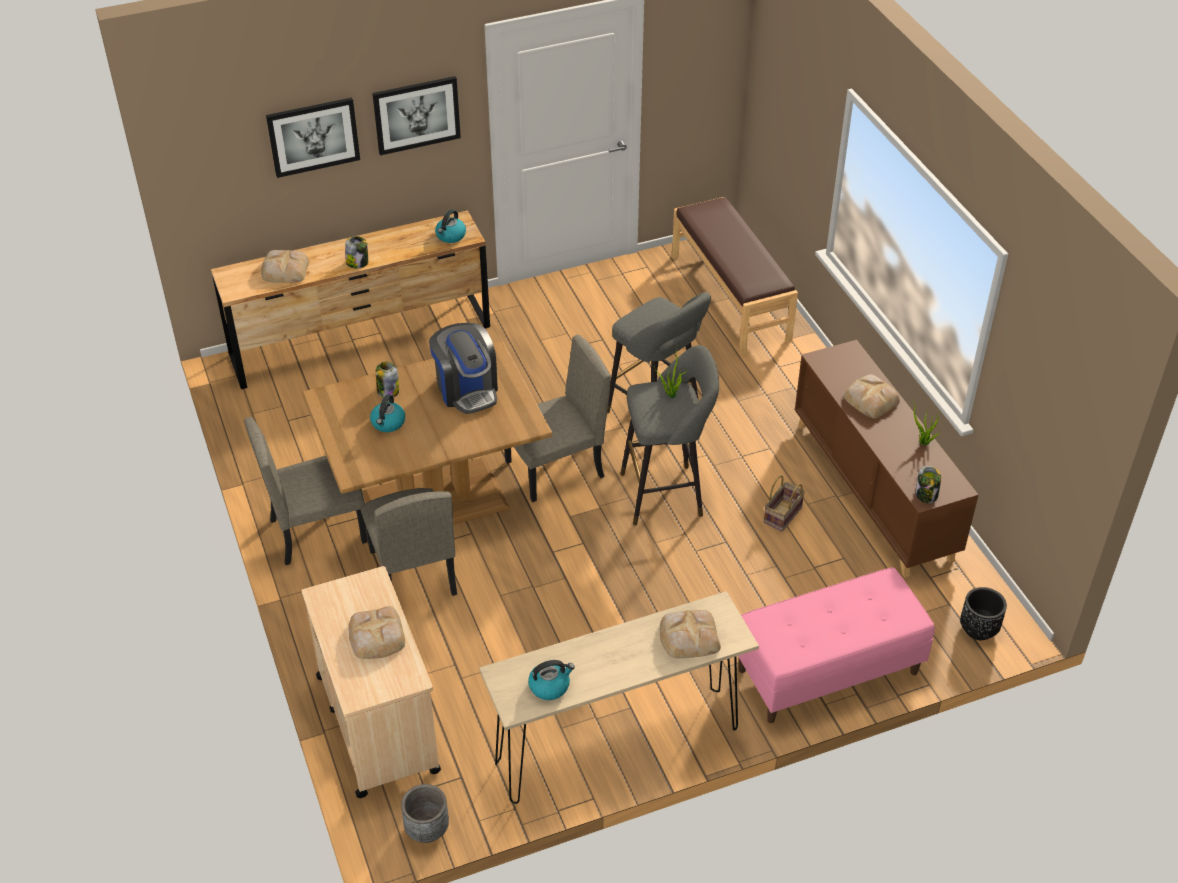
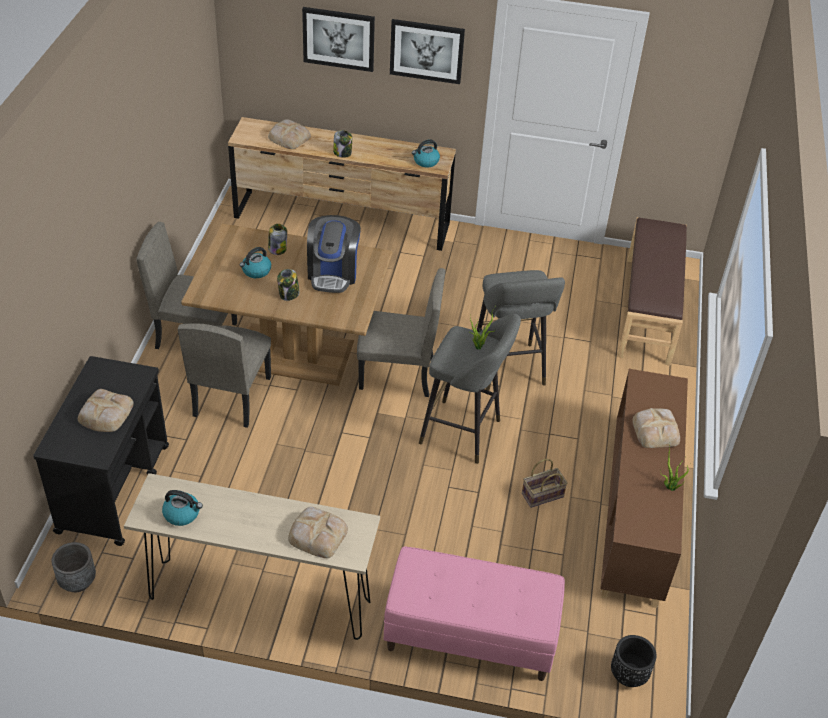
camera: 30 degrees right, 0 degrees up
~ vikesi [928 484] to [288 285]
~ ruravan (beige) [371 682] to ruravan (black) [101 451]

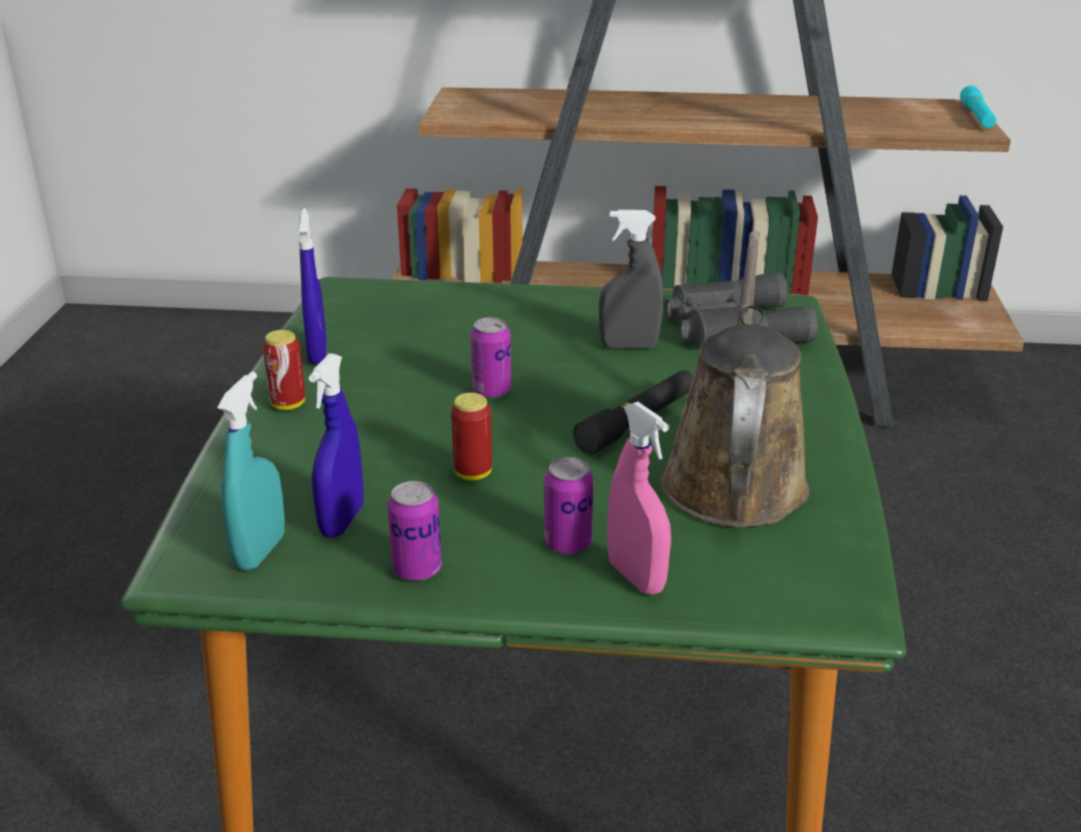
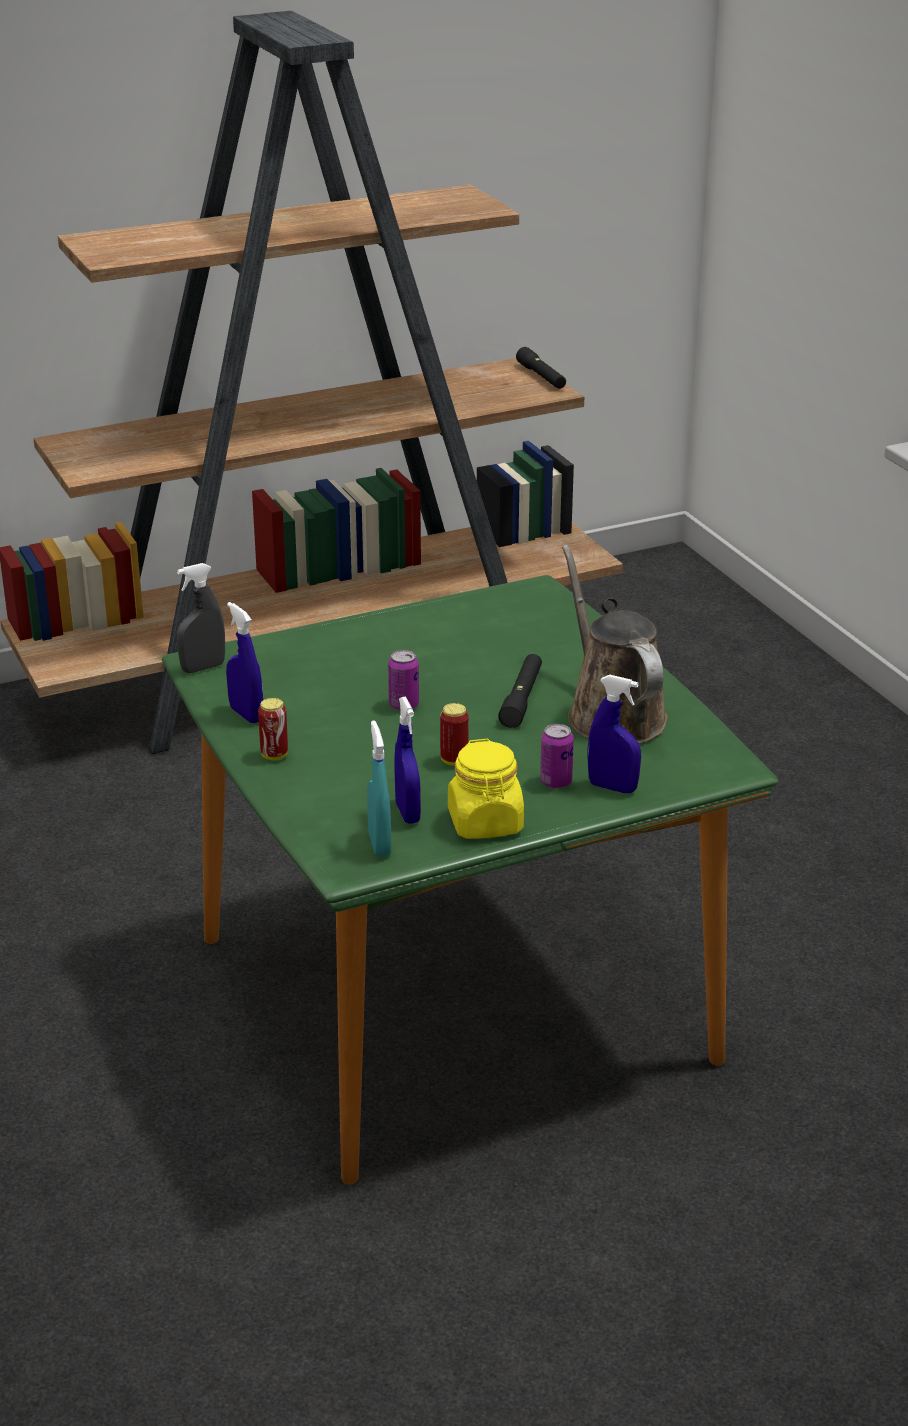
camera: 30 degrees left, 0 degrees up
~ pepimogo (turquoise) [978 106] to pepimogo (black) [541 368]
~ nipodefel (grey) [631 279] to [201 618]
- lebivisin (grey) [741 309]
~ nipodefel (pink) [639 498] to nipodefel (blue) [614 734]
~ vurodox [414 531] to vikesi (yellow) [486 789]

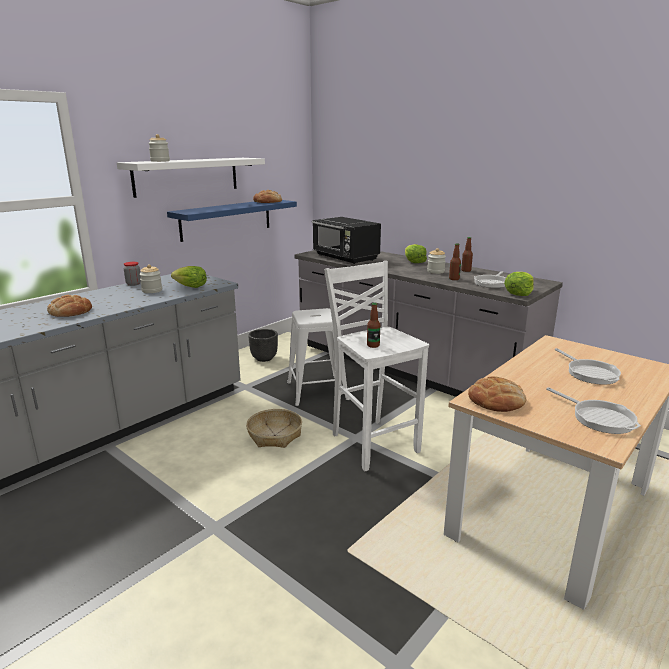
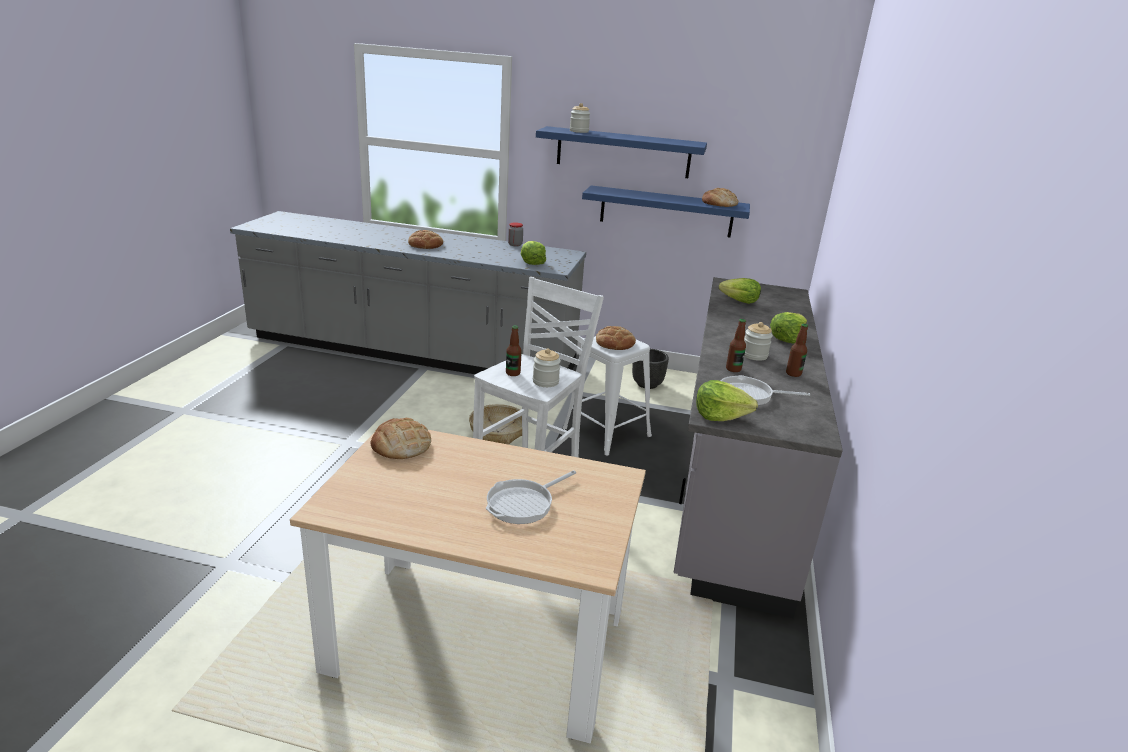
camera: 60 degrees right, 5 degrees up
~ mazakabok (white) [191 178] to mazakabok (blue) [621 152]
~ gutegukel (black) [346 240] to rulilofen [740 291]
~ vikesi [150 278] to [547 367]
- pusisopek [593 410]
+ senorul [616 338]

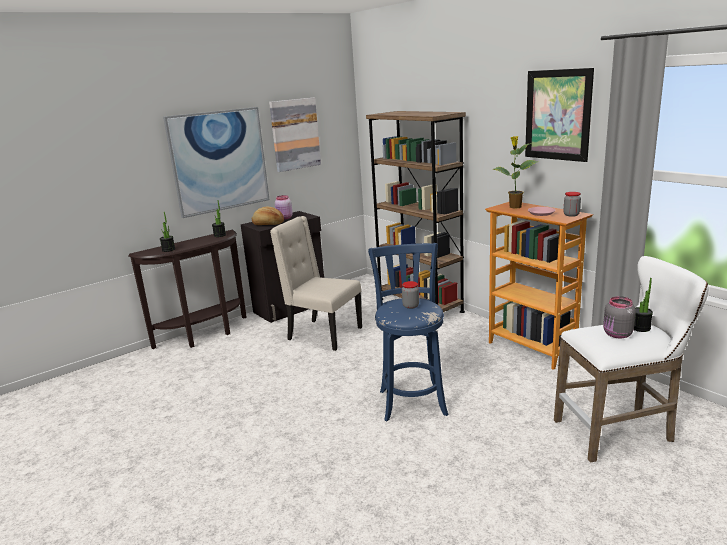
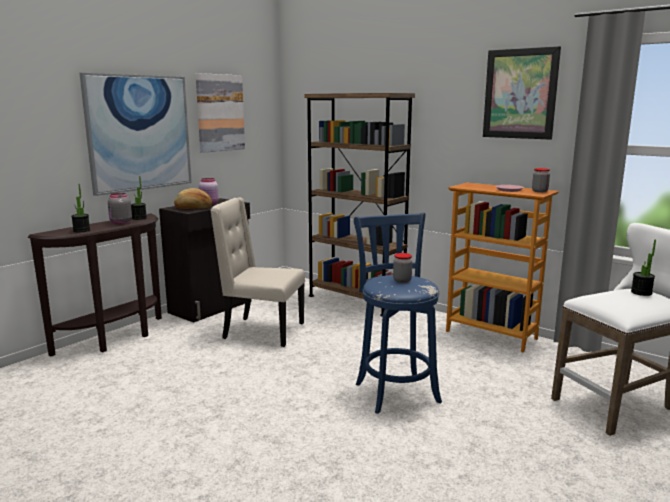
camera: 15 degrees left, 5 degrees down
- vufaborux [514 172]
~ vikesi (grey) [619 317] to [120 208]

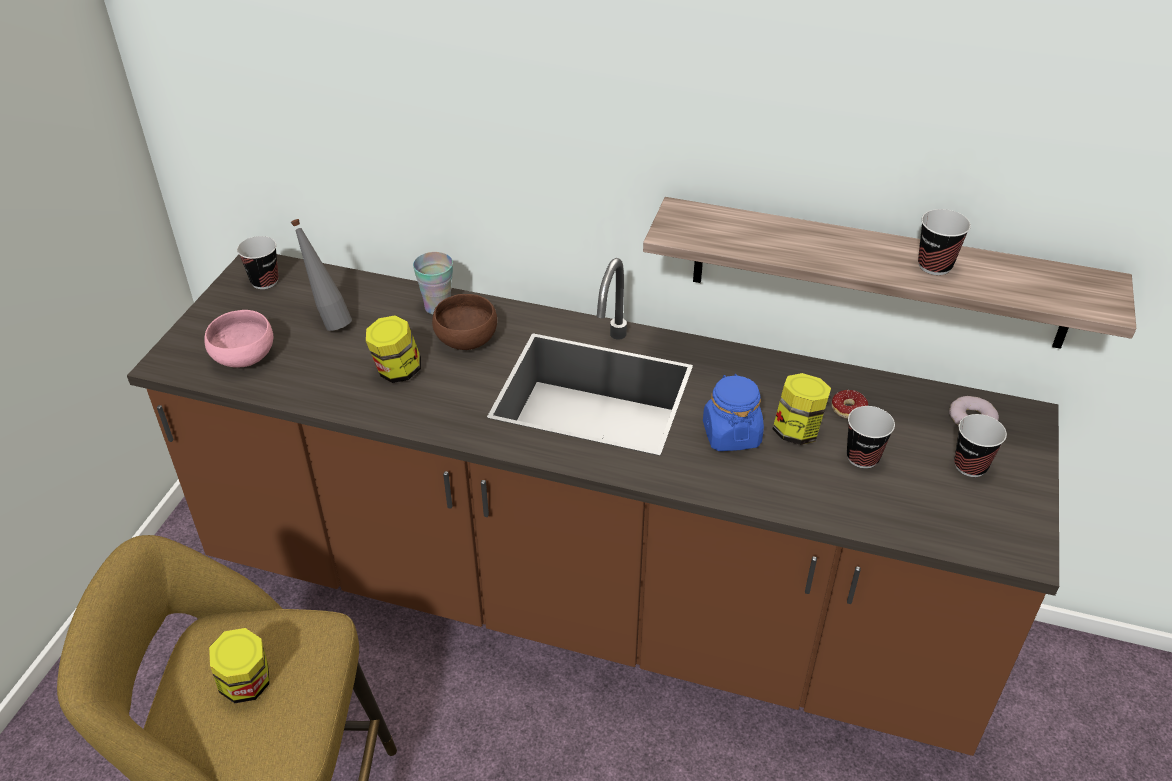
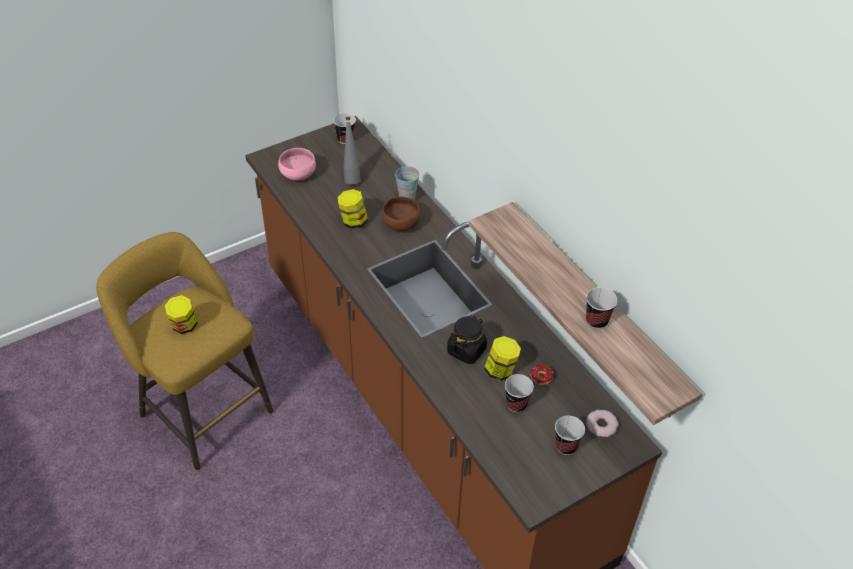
camera: 40 degrees right, 5 degrees up
~ vikesi (blue) [733 412] to vikesi (black) [467 340]

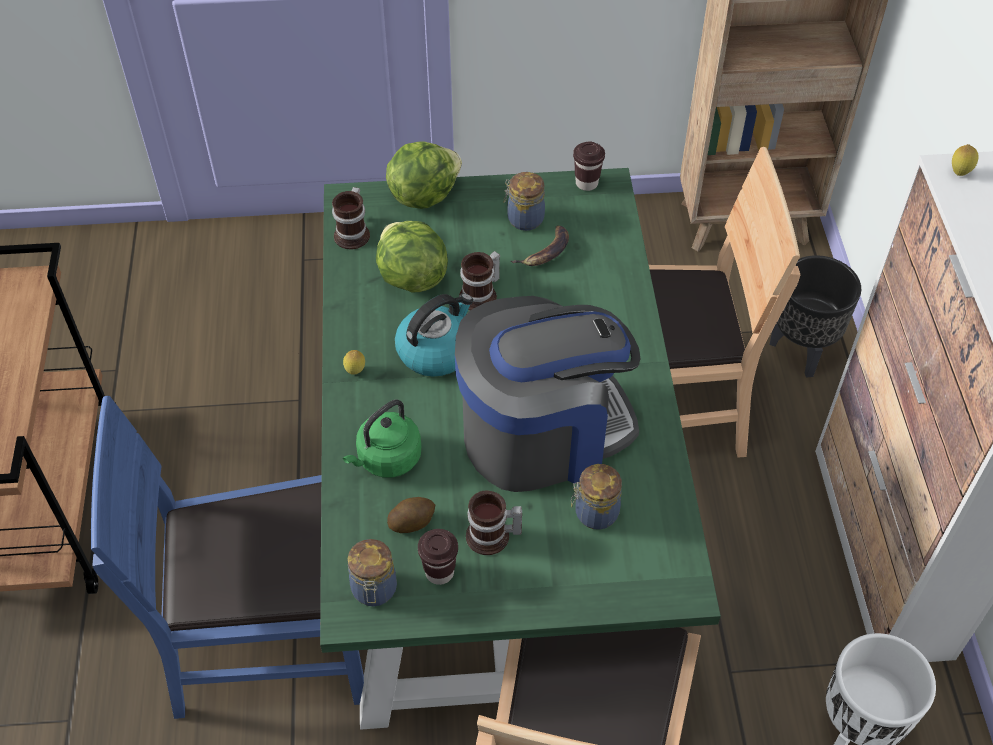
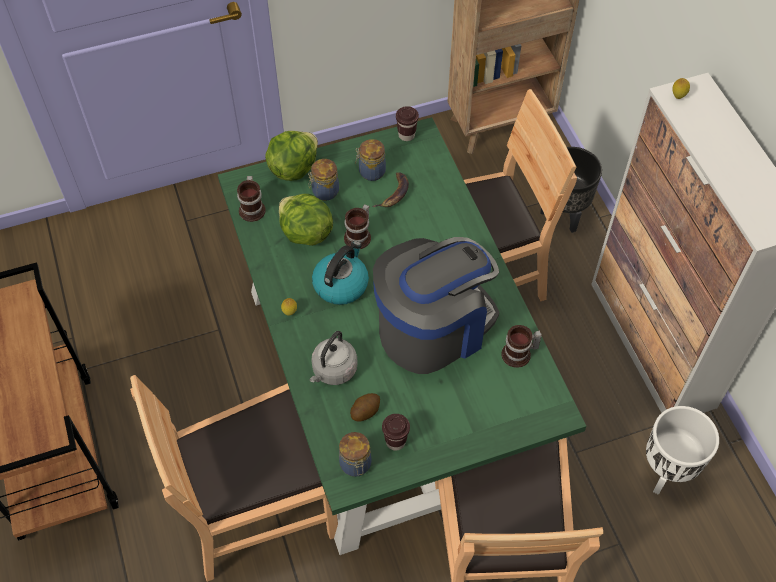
camera: 15 degrees left, 5 degrees up
~ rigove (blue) [227 557] to rigove (brown) [234 478]
~ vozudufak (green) [382 438] to vozudufak (grey) [333 358]
~ vikesi [596 497] to [323 180]
~ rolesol [494 522] to [521 346]

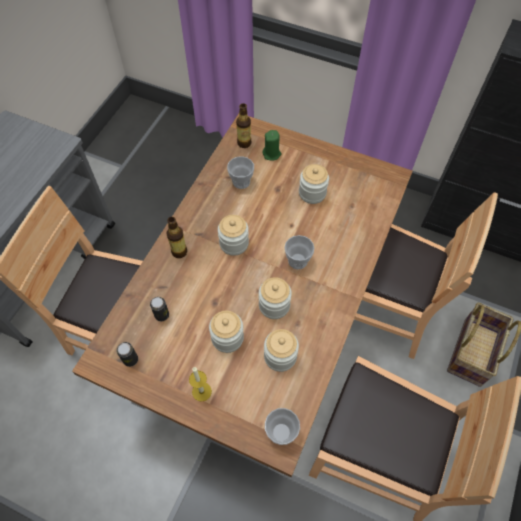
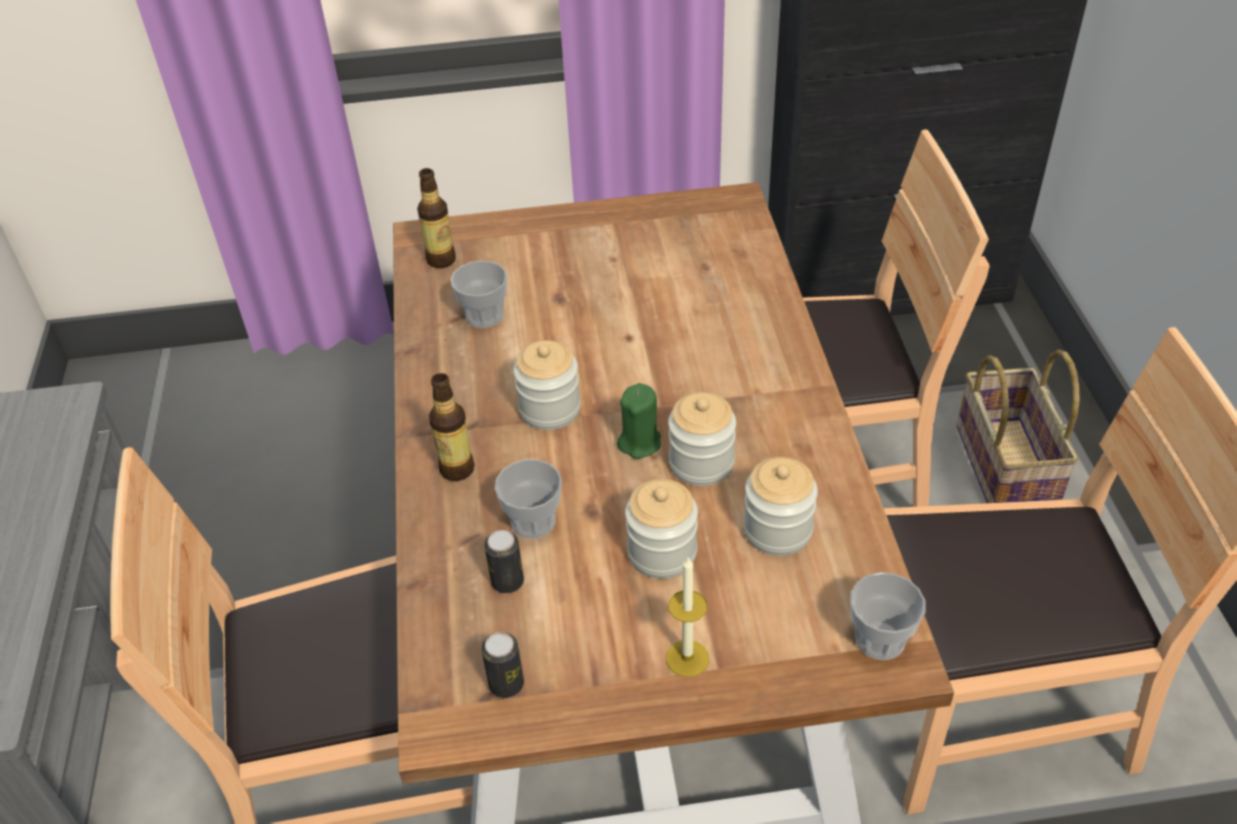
camera: 30 degrees left, 15 degrees down
~ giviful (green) [272 145] to [639 421]
- vikesi [314 184]
~ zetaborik [299 252] to [528 499]

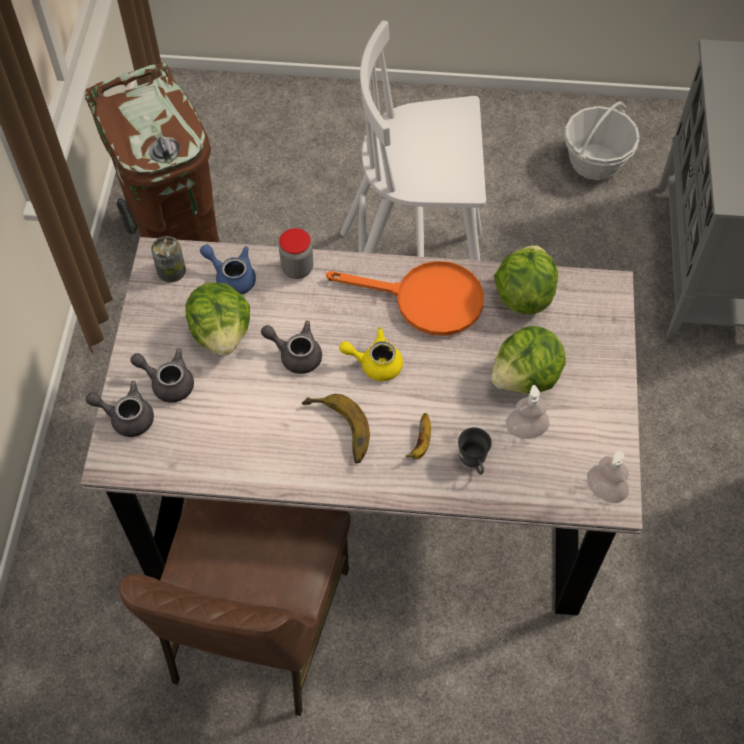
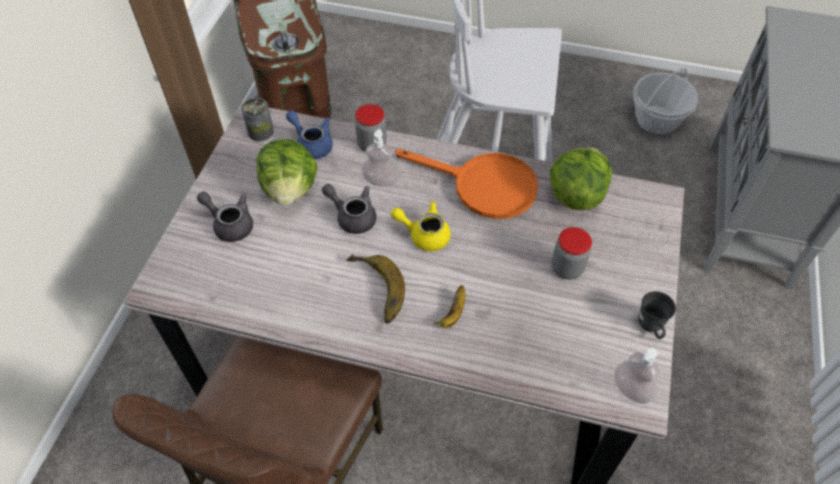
camera: 10 degrees right, 5 degrees down
~ rulilofen [528 360] to vikesi [571 253]
- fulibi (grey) [120 409]
~ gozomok [528 412] to [380 158]
~ rolesol (grey) [475 451] to [657 315]

